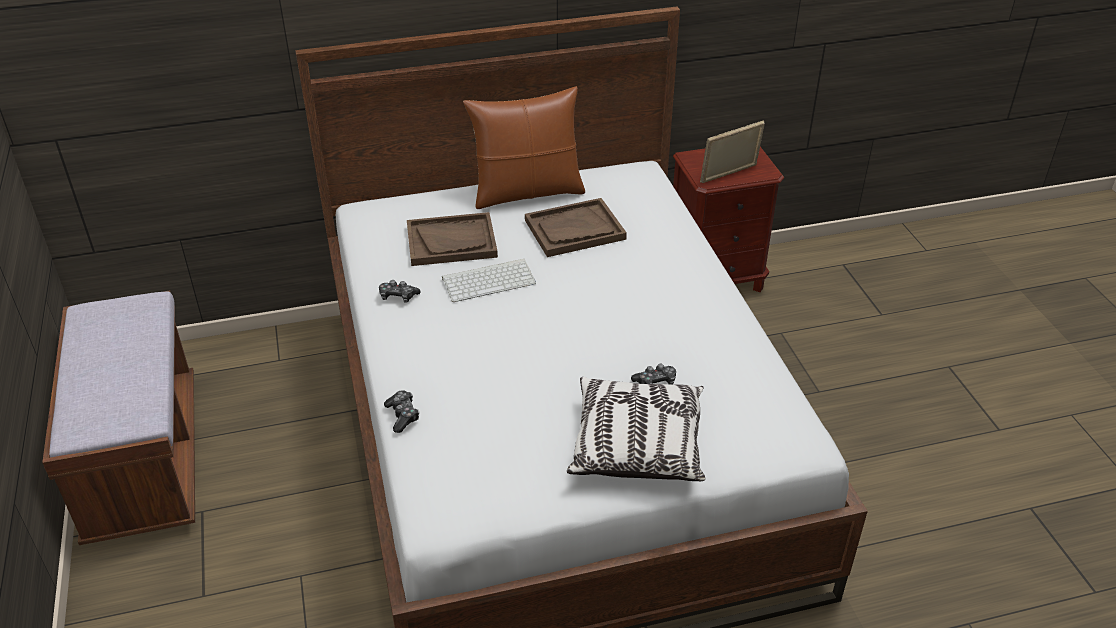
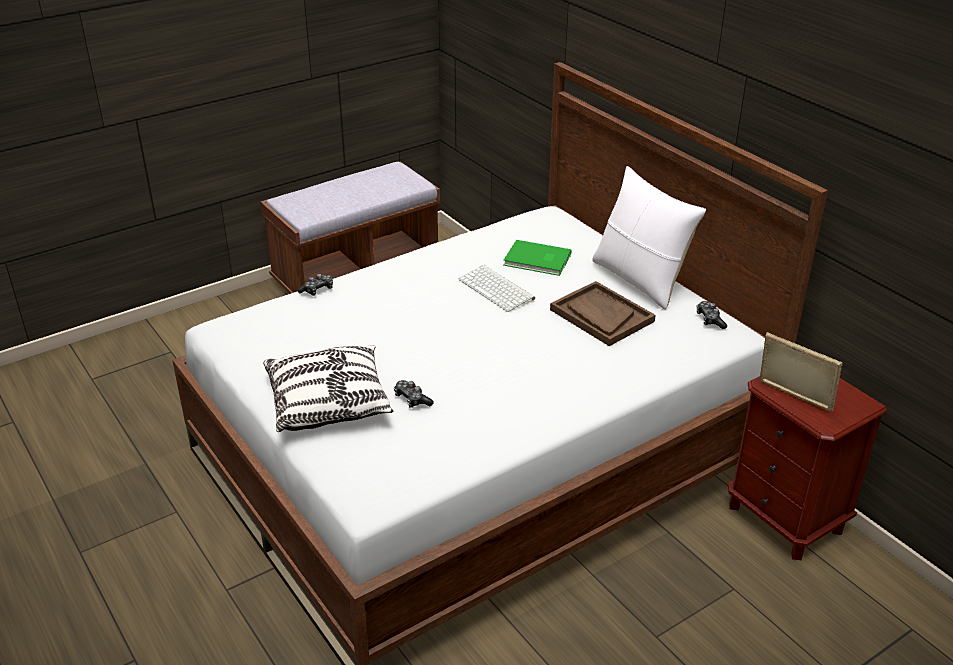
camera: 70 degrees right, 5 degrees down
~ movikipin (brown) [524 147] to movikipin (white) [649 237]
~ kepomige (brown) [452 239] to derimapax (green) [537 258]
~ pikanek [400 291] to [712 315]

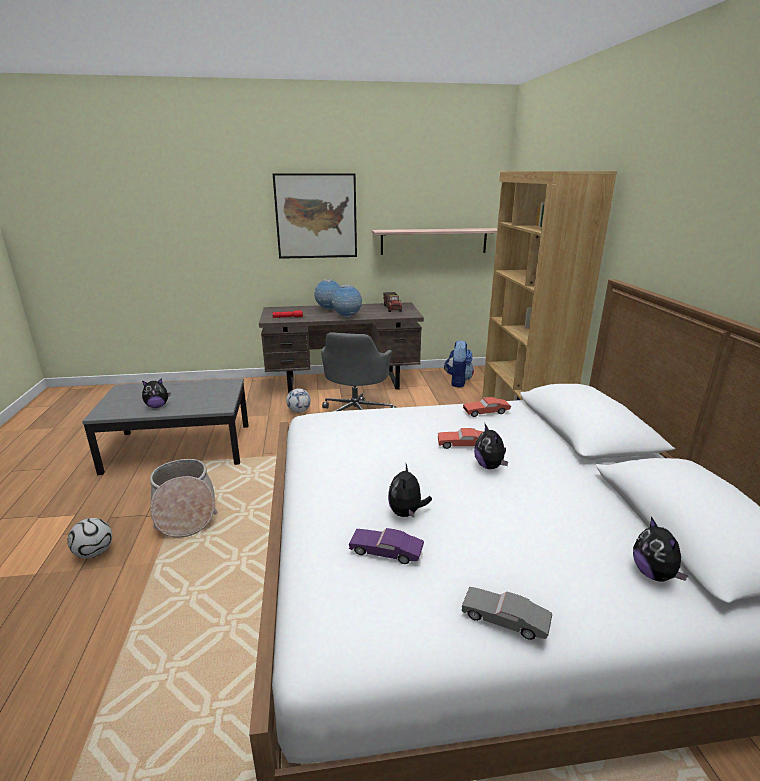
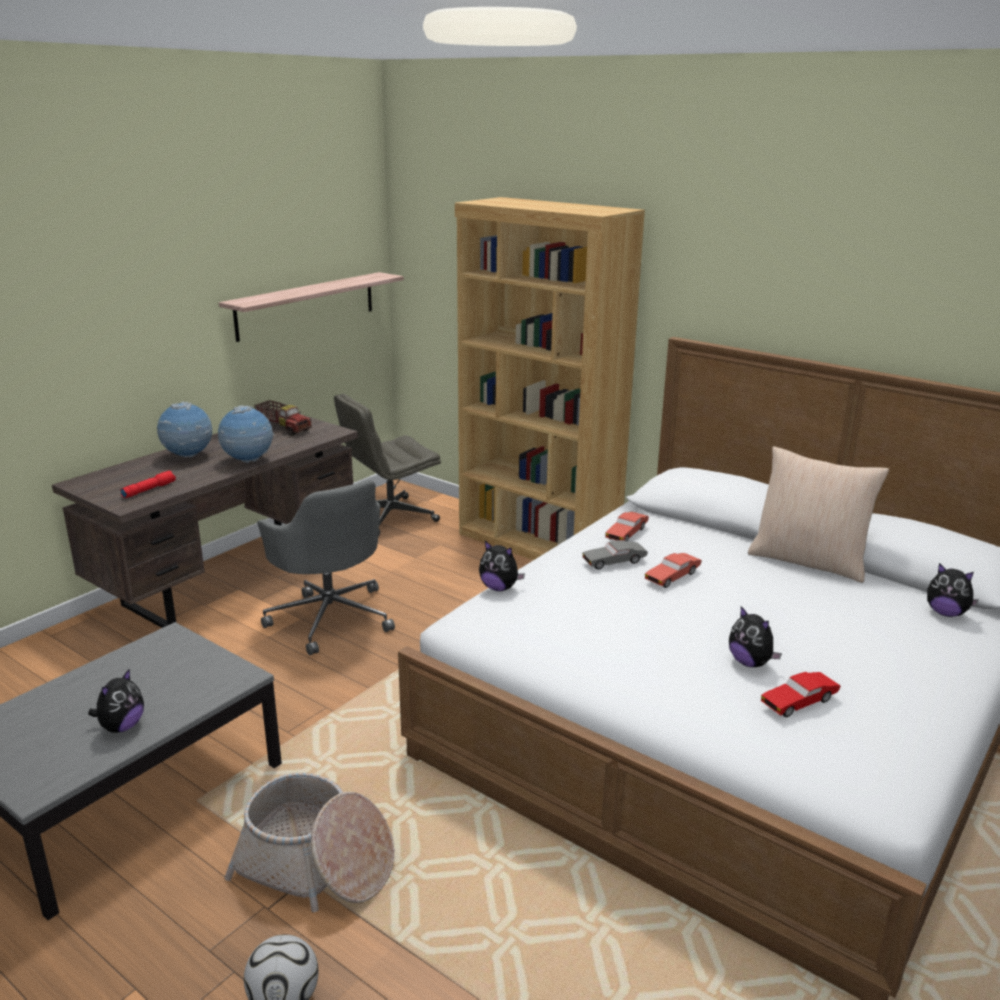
camera: 45 degrees left, 0 degrees up
- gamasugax [315 216]
~ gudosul [459 364] to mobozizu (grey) [387 465]
- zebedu [298 400]
~ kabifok [491 446] to [502 566]
~ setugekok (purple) [386 546] to setugekok (red) [800 694]
~ setugekok (grey) [506 613] to [615 554]
+ movikipin (beige) [818 514]

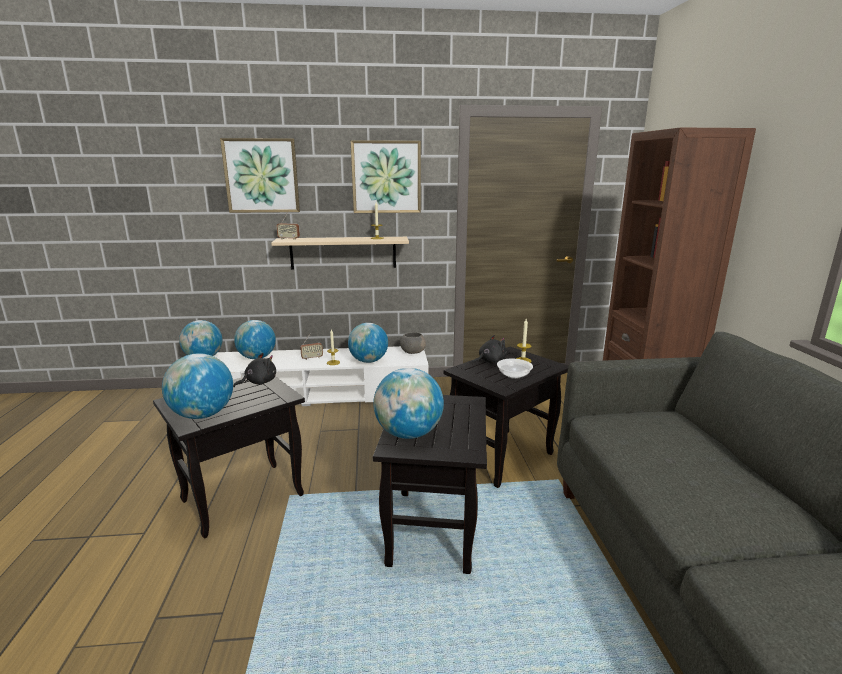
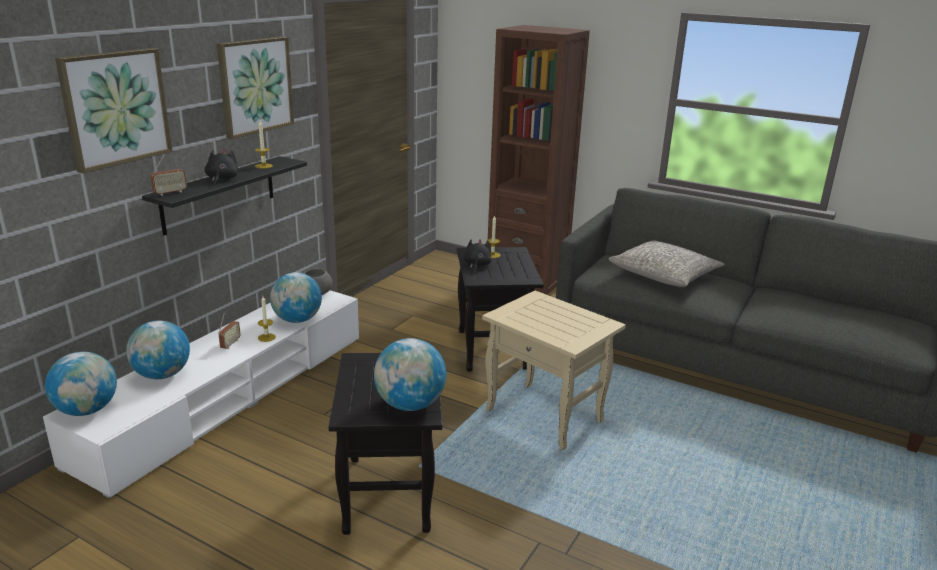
camera: 55 degrees left, 5 degrees up
~ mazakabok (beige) [340 253] to mazakabok (black) [224 195]
~ kabifok (black) [254 370] to [221 167]
- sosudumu [515 369]
- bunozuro [408 403]
~ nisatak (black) [430 484] to nisatak (beige) [554 370]
+ movikipin (grey) [667 263]

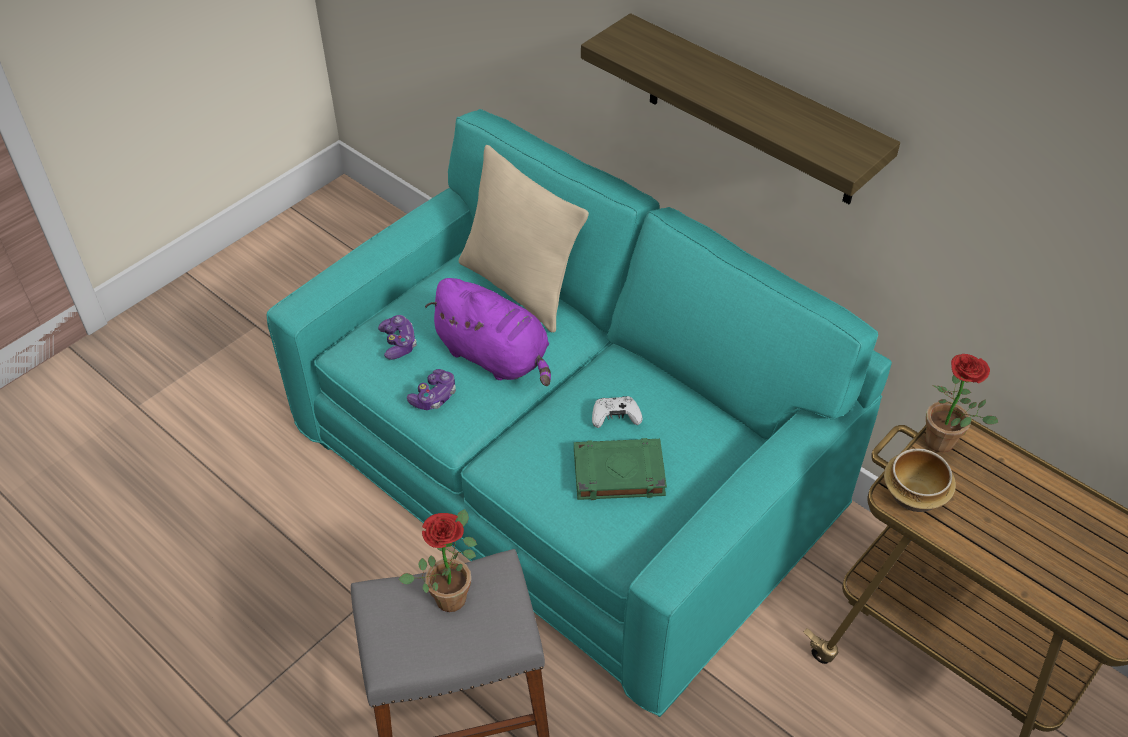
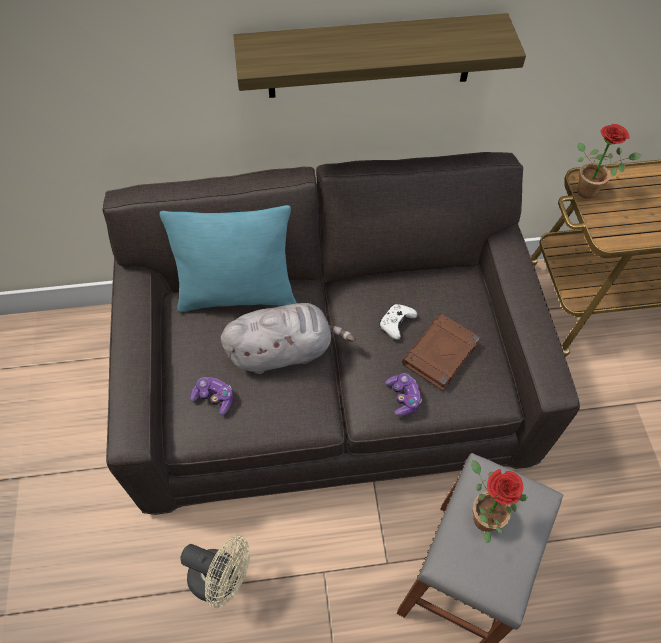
camera: 50 degrees left, 10 degrees up
~ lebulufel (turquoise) [579 413] to lebulufel (grey) [341 333]
~ movikipin (beige) [524 239] to movikipin (turquoise) [228 258]
~ kabifok (purple) [488 332] to kabifok (grey) [288 338]
~ pikanek [431 389] to [403 394]
~ derimapax (green) [620 469] to derimapax (brown) [441 352]
- sosudumu [920 480]
+ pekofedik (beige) [214 572]

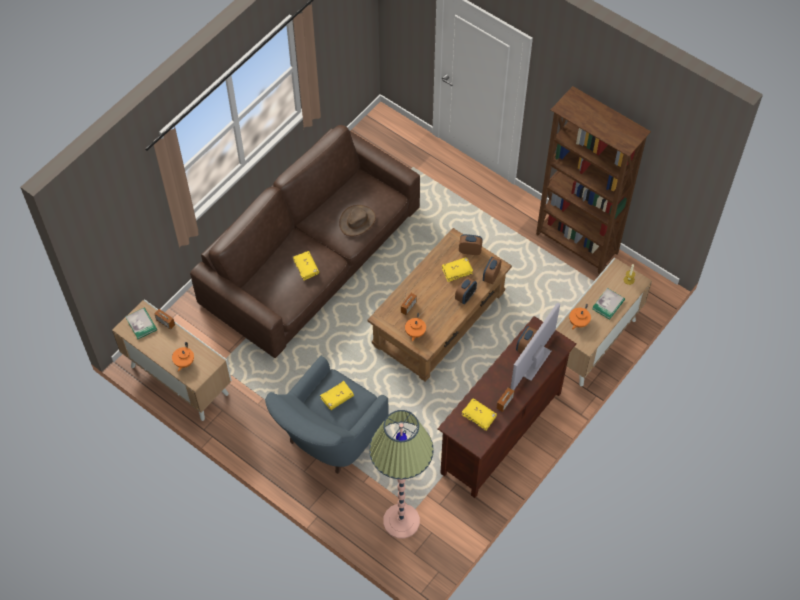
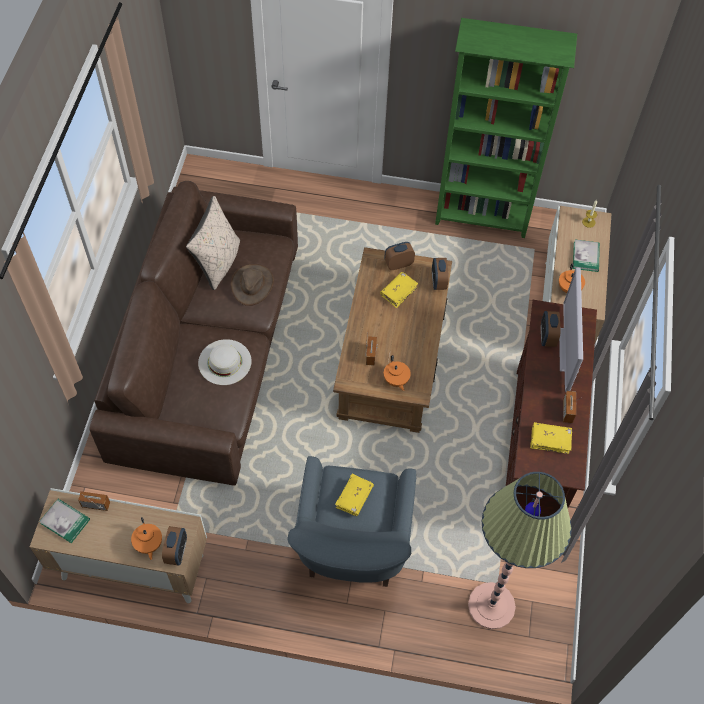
camera: 30 degrees left, 0 degrees up
~ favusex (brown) [593 180] to favusex (green) [506 128]
~ derimapax (yellow) [306 266] to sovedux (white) [225 362]
~ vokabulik [466 290] to [174 546]
+ movikipin (beige) [213 243]

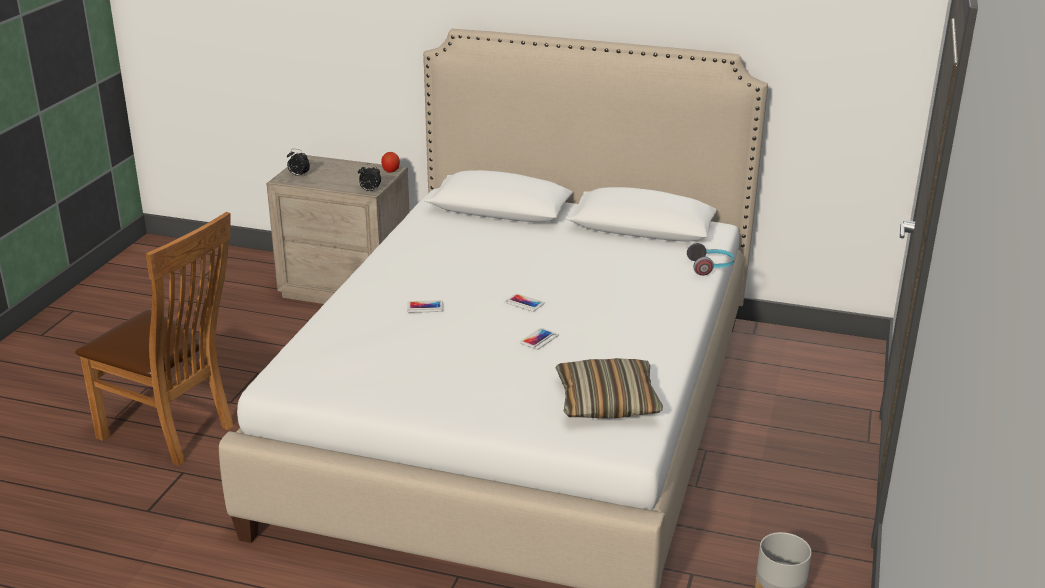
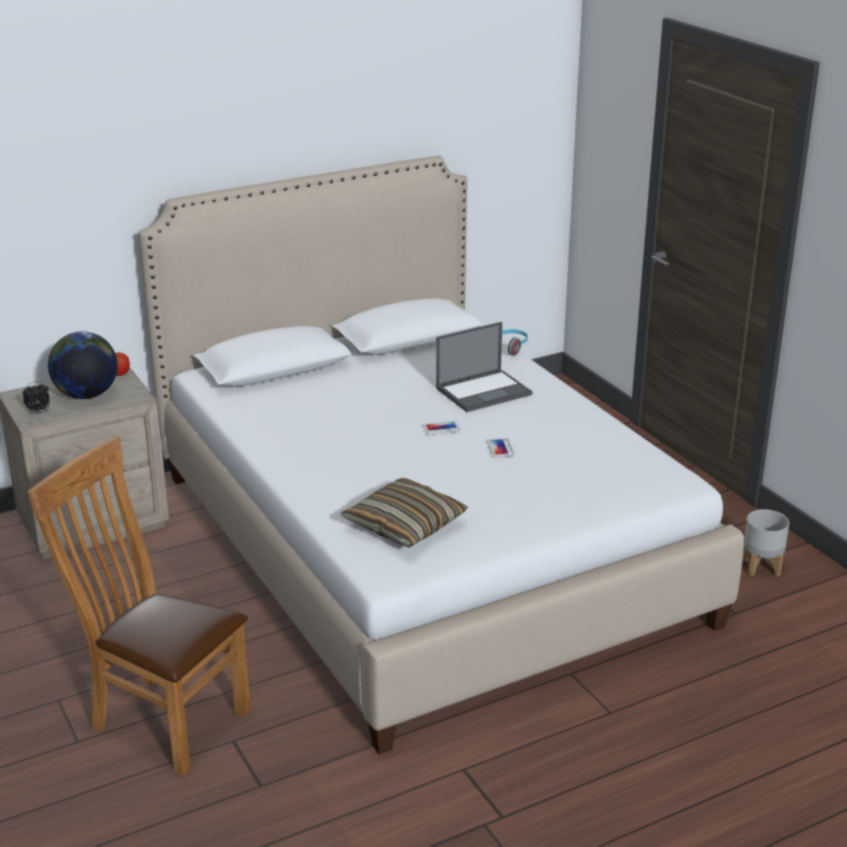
camera: 45 degrees left, 0 degrees up
- vokabulik [369 177]
~ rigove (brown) [154 339] = [138 606] 135 degrees counterclockwise
- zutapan [425 306]
~ movikipin [609 388] to [404 513]
+ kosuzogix [484 367]
+ bunozuro [83 365]

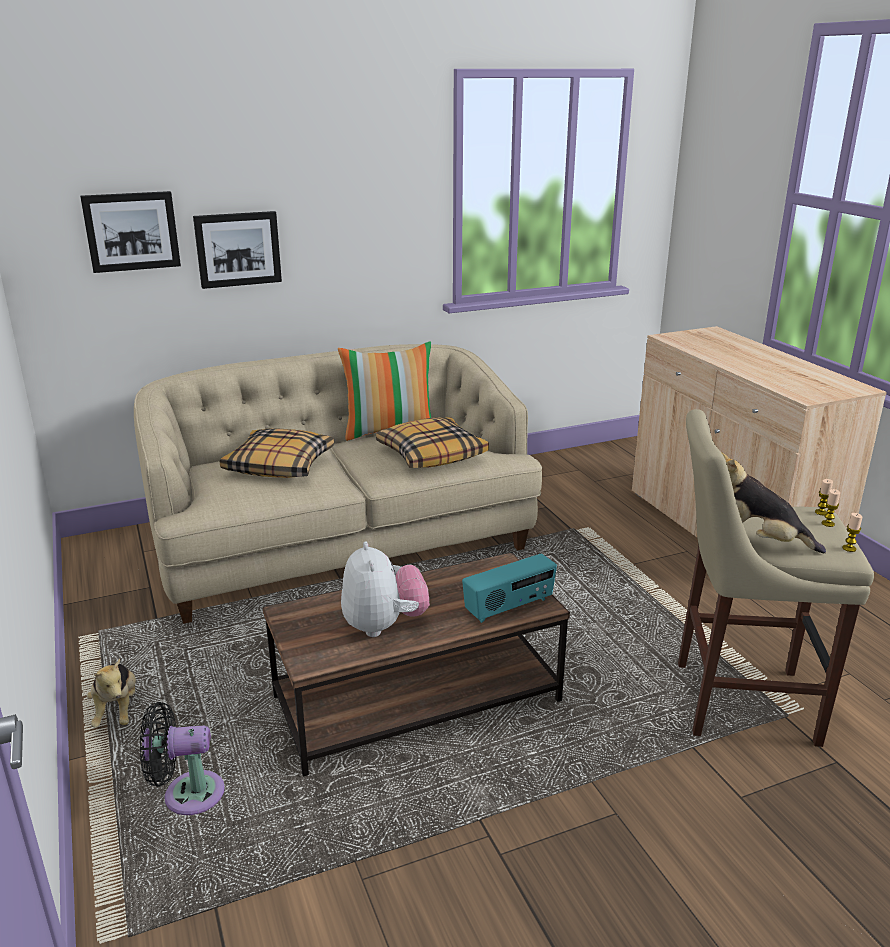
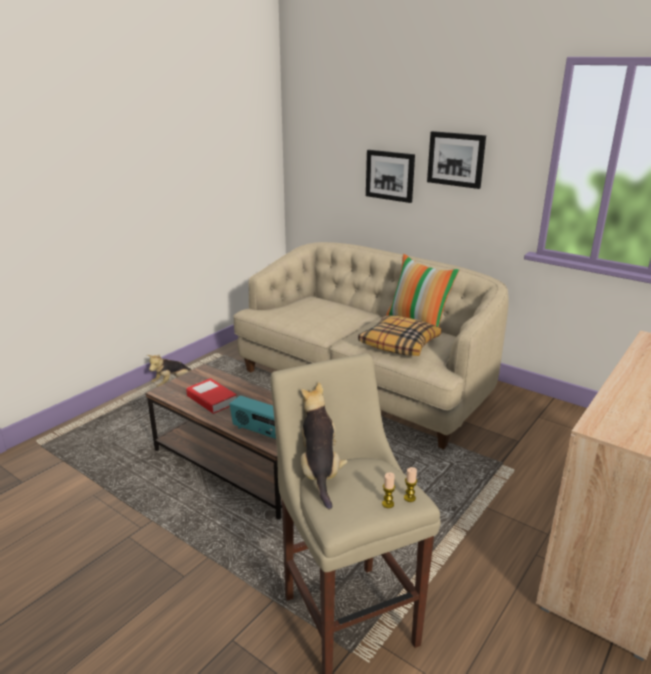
camera: 60 degrees right, 0 degrees up
~ gamasugax [130 232] to [456 160]
- movikipin [277 453]
- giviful [852 532]
~ kabifok [385 589] to derimapax [211 396]
- pekofedik (black) [182 758]

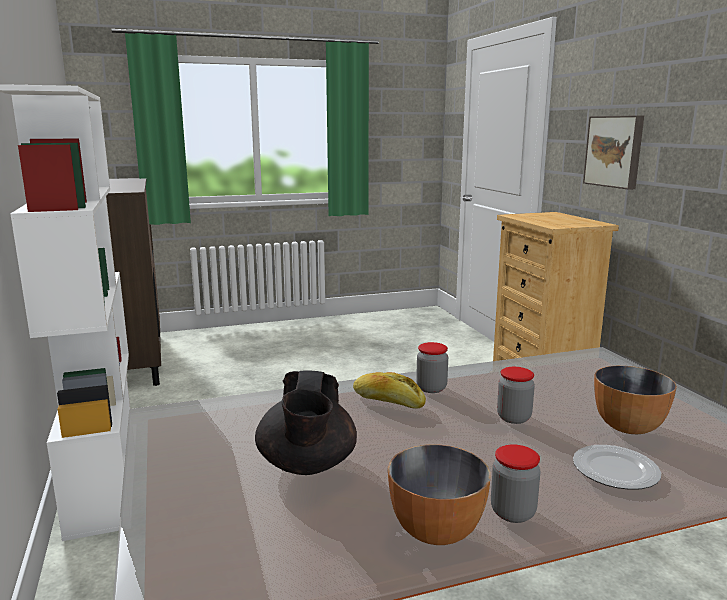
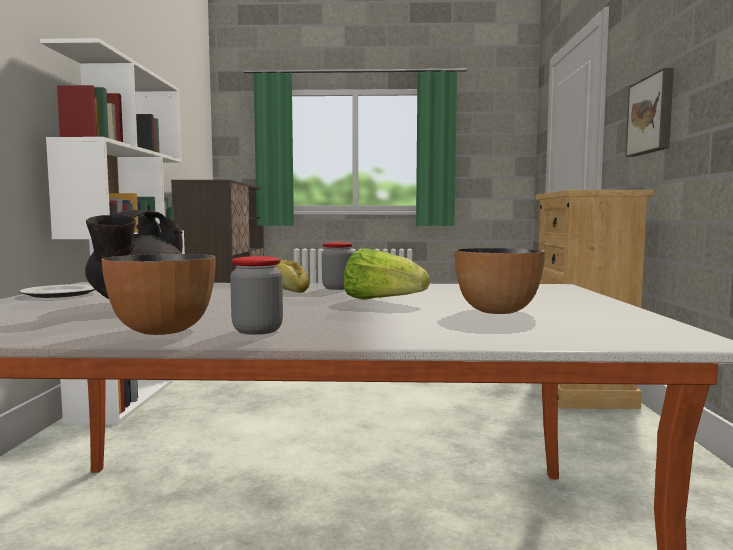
camera: 20 degrees right, 10 degrees down
~ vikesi [516 395] to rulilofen [386 274]
~ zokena [617 467] to [57 291]

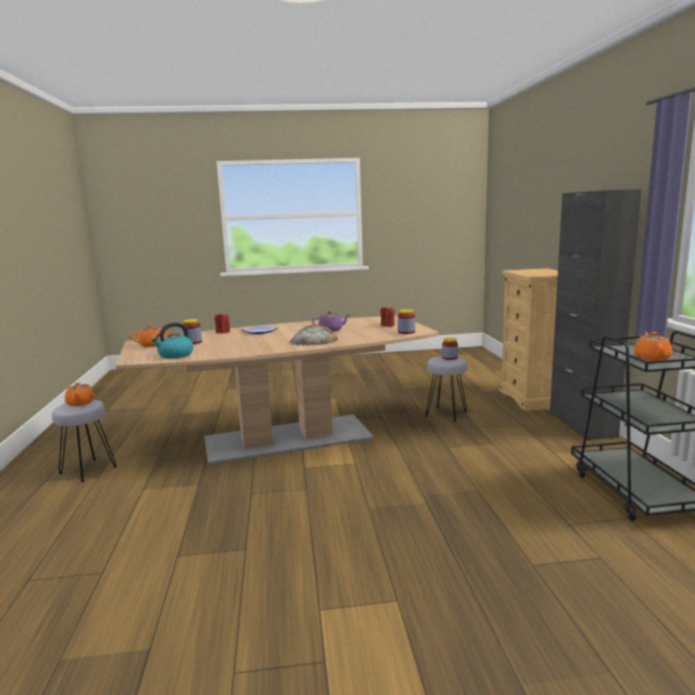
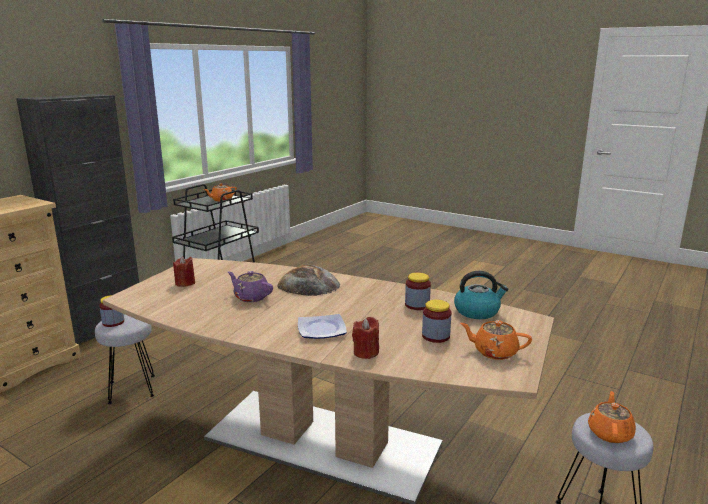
camera: 140 degrees left, 5 degrees up
~ vikesi [406 321] to [418 291]

